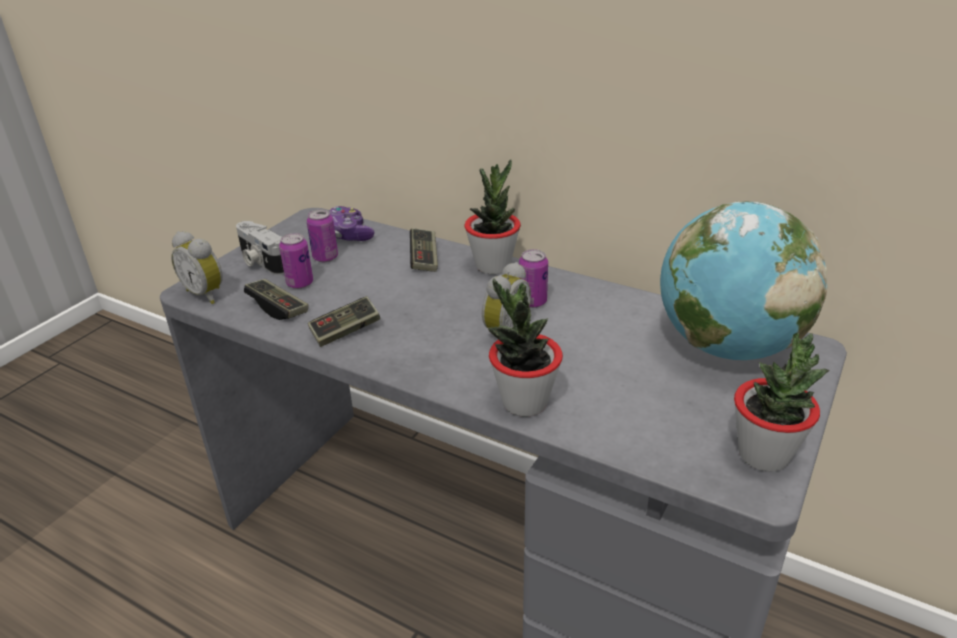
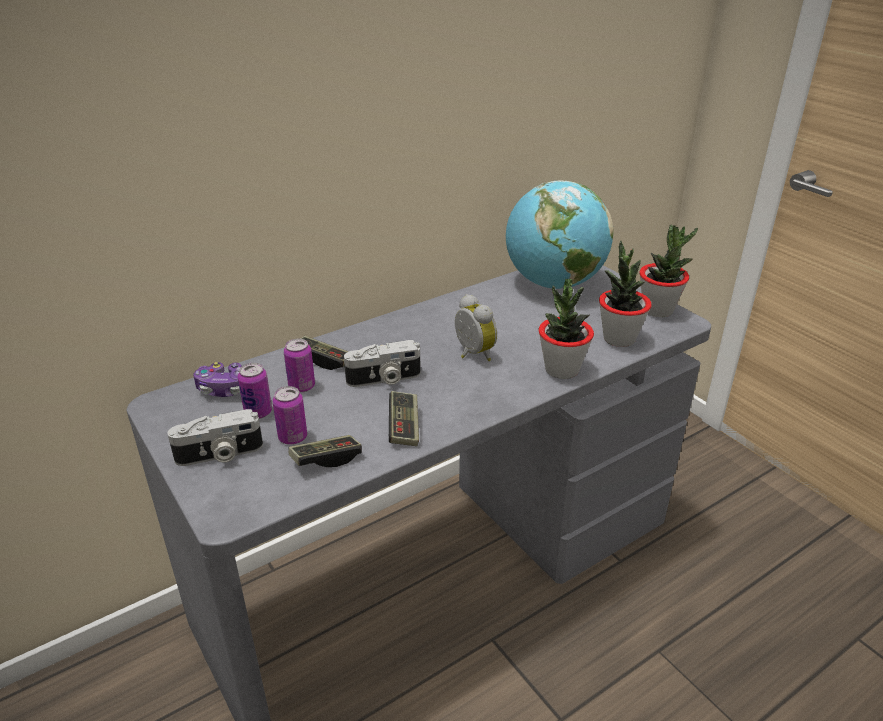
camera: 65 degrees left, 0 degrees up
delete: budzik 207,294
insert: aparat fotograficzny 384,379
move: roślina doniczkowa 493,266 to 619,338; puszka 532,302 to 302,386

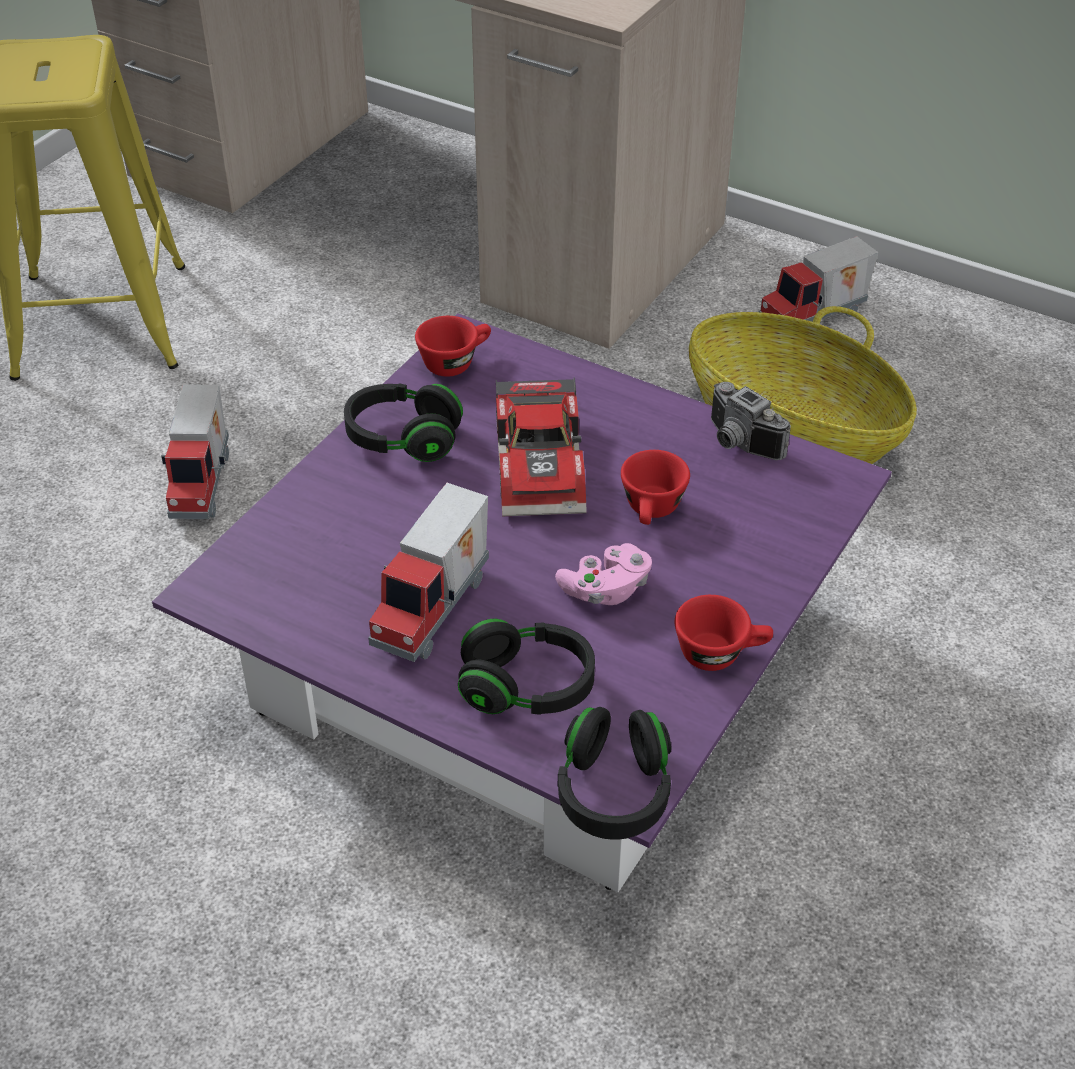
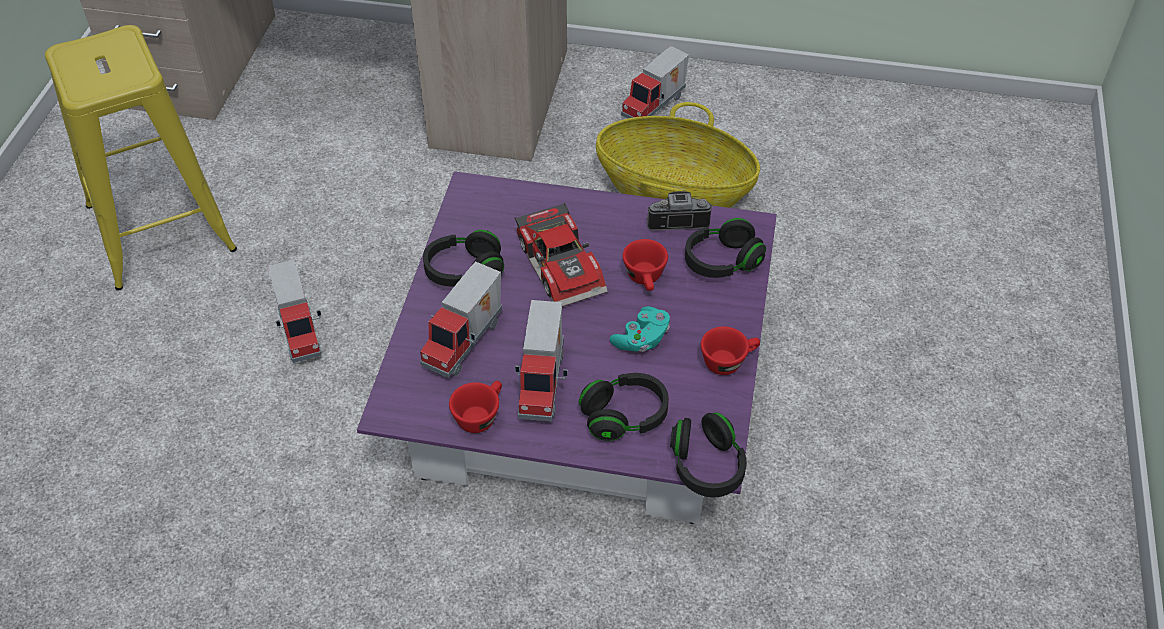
camera: 20 degrees left, 5 degrees up
insert: ciężarówka zabawkowa 466,343; słuchawki (czarny) 722,262
move: filiżanka (czerwony) 455,362 to 480,415
recolor: pad do gier (różowy) 605,589 to pad do gier (turkusowy) 641,339
rotate: aparat fotograficzny 738,444 = 677,219 150 degrees clockwise

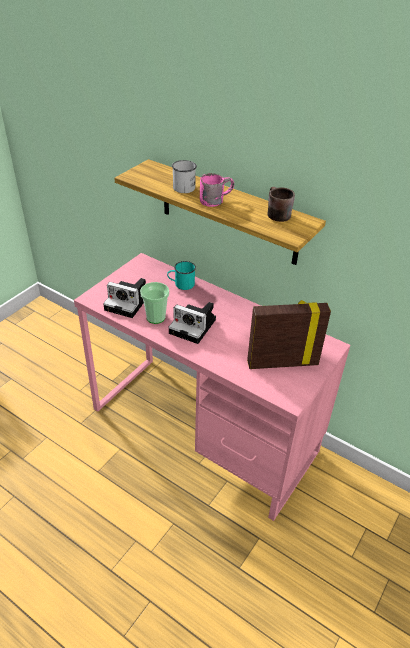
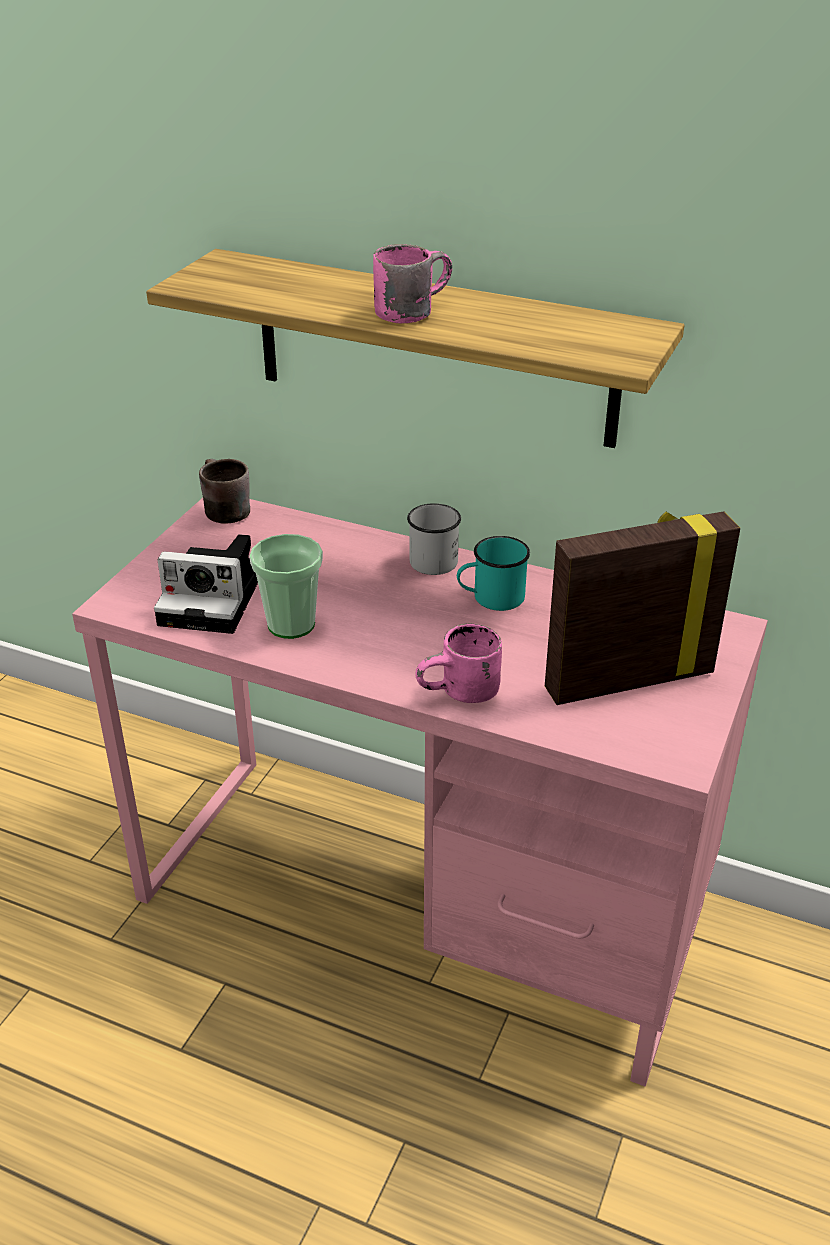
camera: 10 degrees left, 5 degrees down
delete: aparat fotograficzny 194,326
insert: kubek (różowy) 462,695
move: kubek (turkusowy) 181,284 to 491,598; kubek (biały) 184,186 to 432,557; kubek (brązowy) 275,214 to 220,510

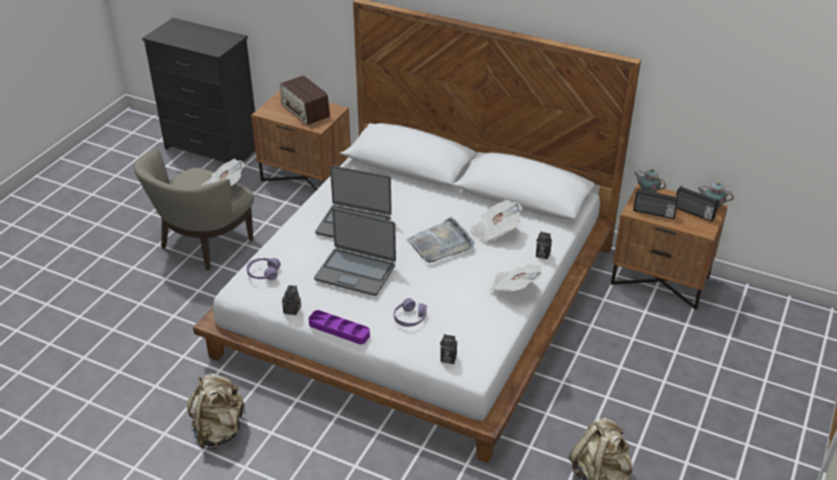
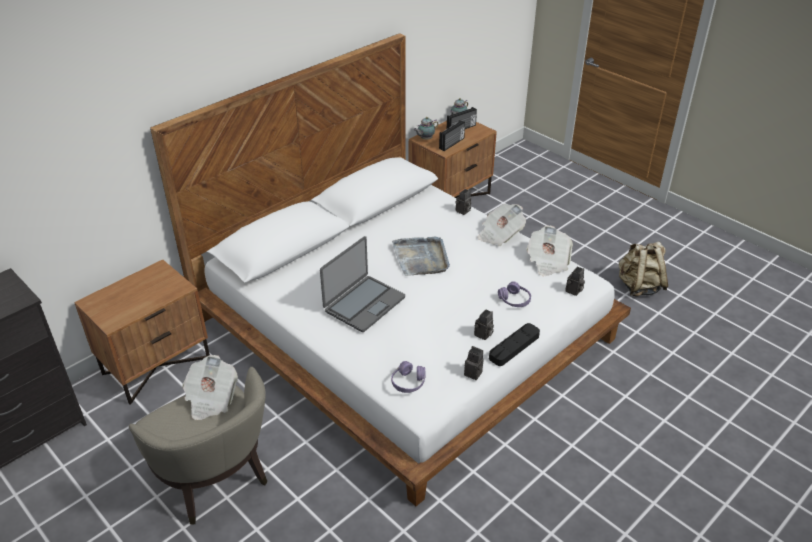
camera: 70 degrees left, 0 degrees up
delete: plecak (beżowy) 219,430; radio 305,111; laptop 355,272
insert: aparat fotograficzny 483,335
move: gazeta 495,231 to 548,262
recolor: taca (fioletowy) 339,330 to taca (czarny) 514,347

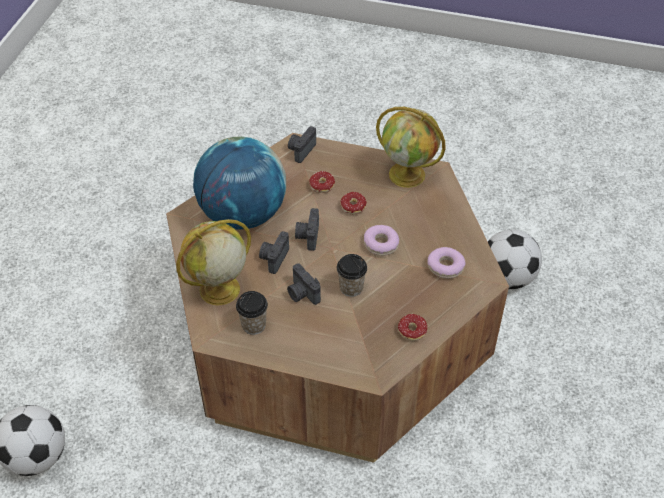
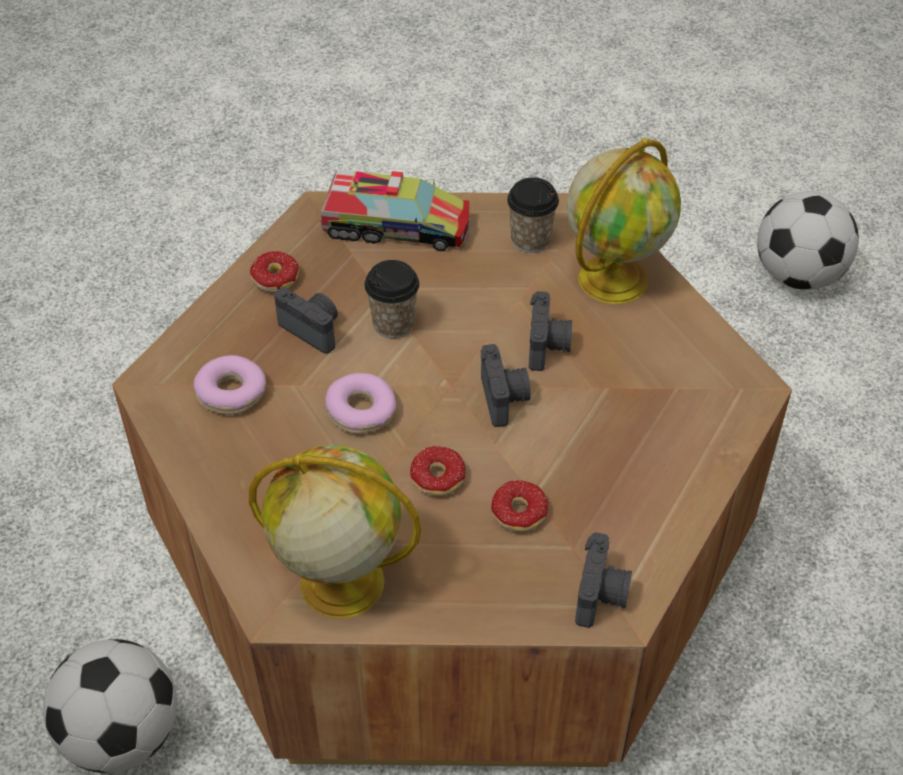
camera: 165 degrees right, 0 degrees up
delete: globus 243,215
insert: ciężarówka zabawkowa 396,227
move: aparat fotograficzny 302,294 to 313,329

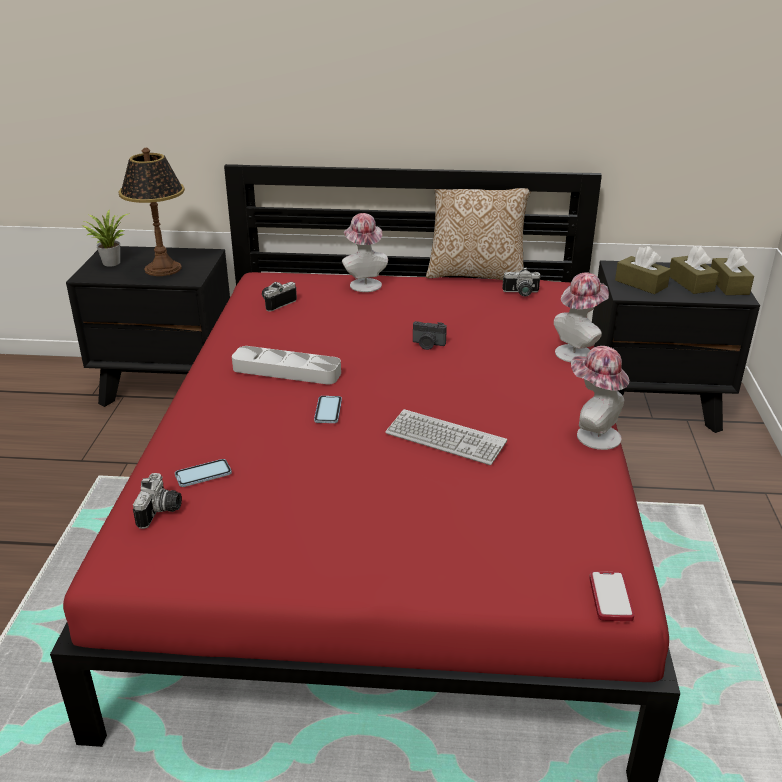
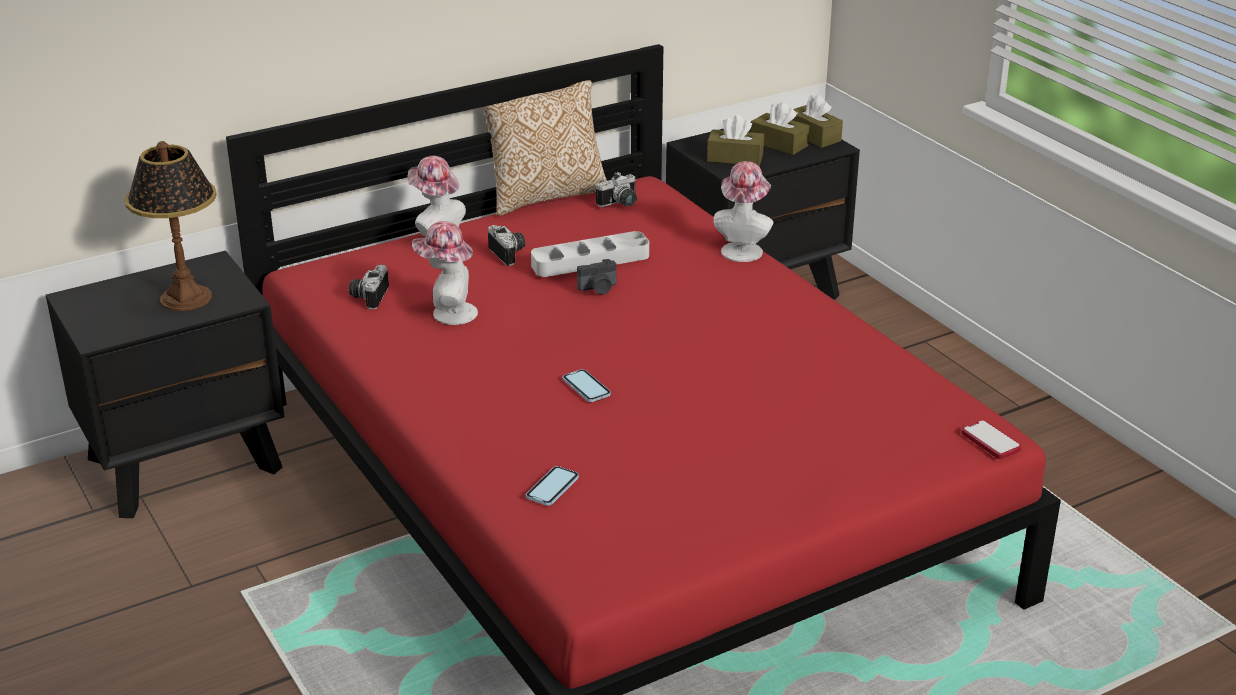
camera: 35 degrees left, 0 degrees up
delete: roślina doniczkowa 110,262; klawiatura 445,439
move: aparat fotograficzny 161,512 to 510,254; taca (szary) 286,371 to 590,260; kapelusz 592,435 to 448,313

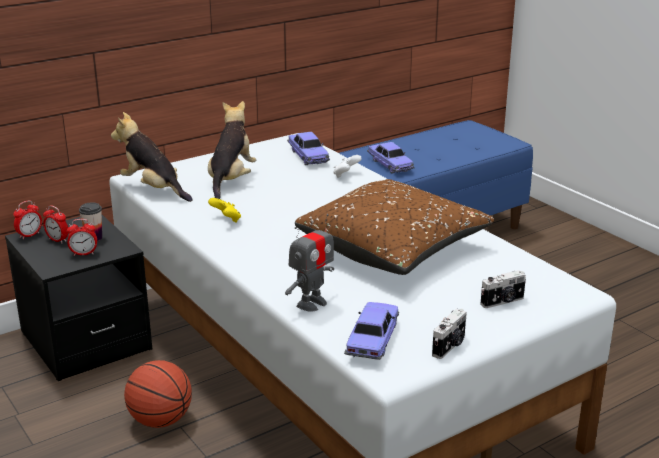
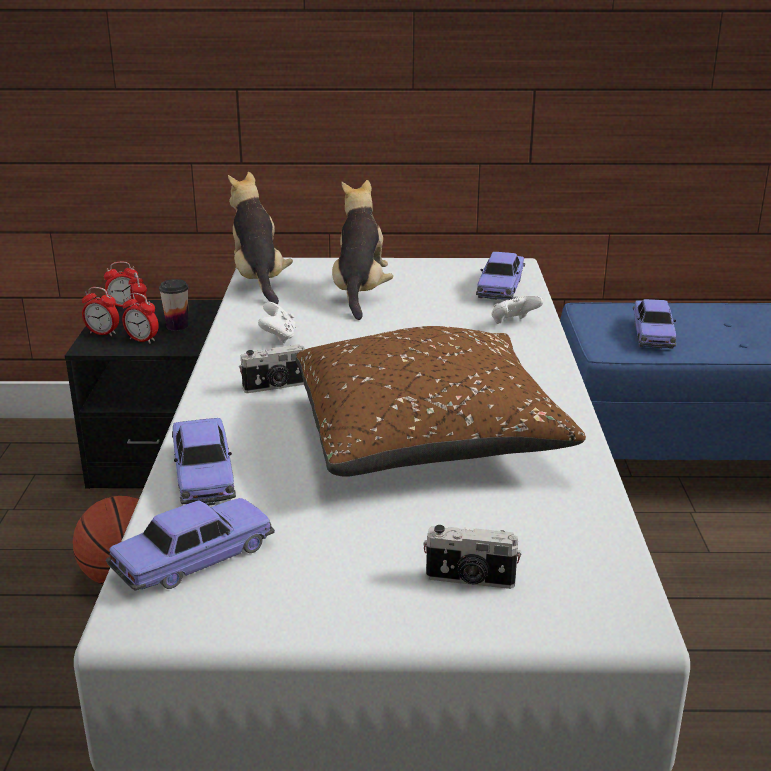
camera: 35 degrees right, 0 degrees up
insert: budzik 103,333
move: aparat fotograficzny 450,346 to 275,387
replace: robot zabawkowy 311,303 to samochodzik 204,475
recolor: pad do gier (żółty) 226,220 to pad do gier (biały) 278,337
rotate: pluszak 231,180 = 360,293 45 degrees counterclockwise

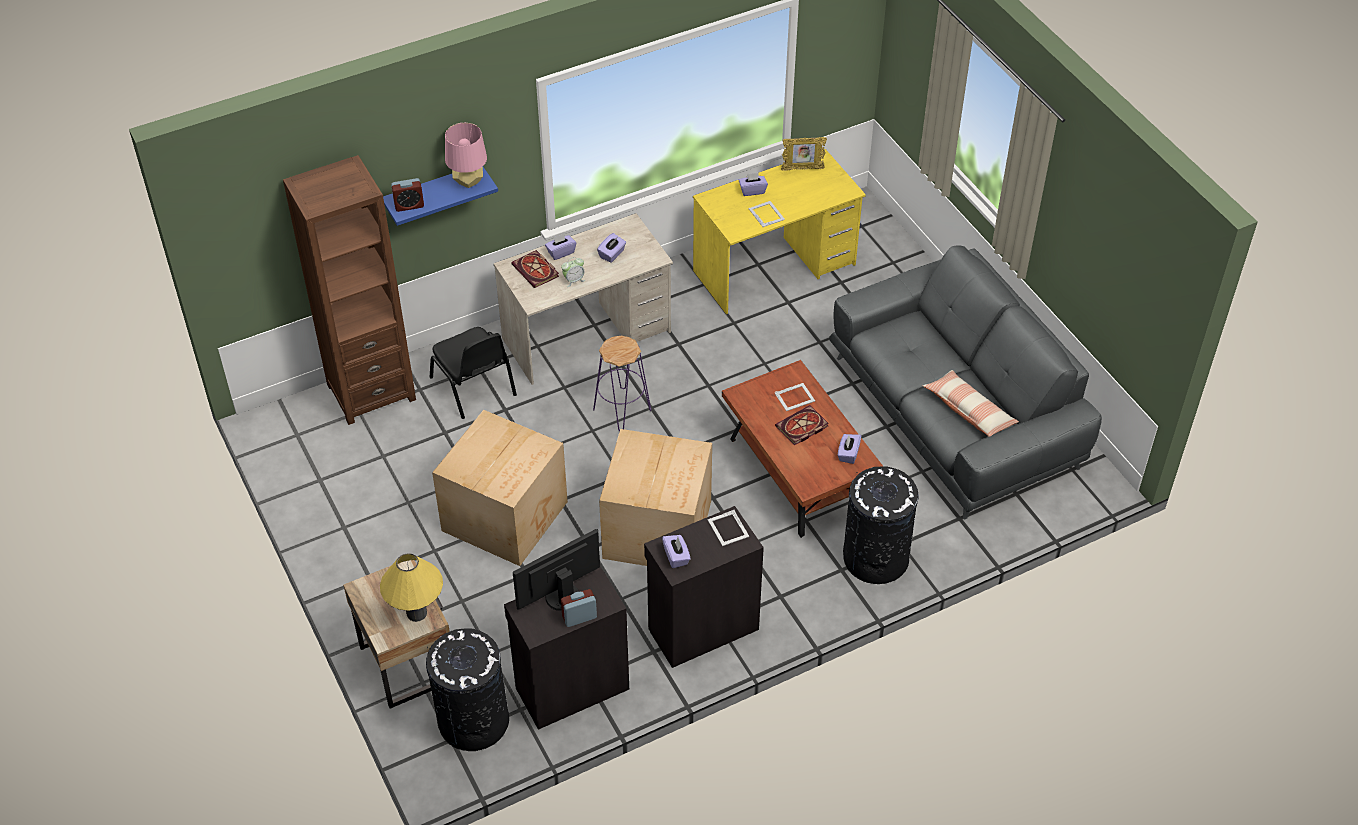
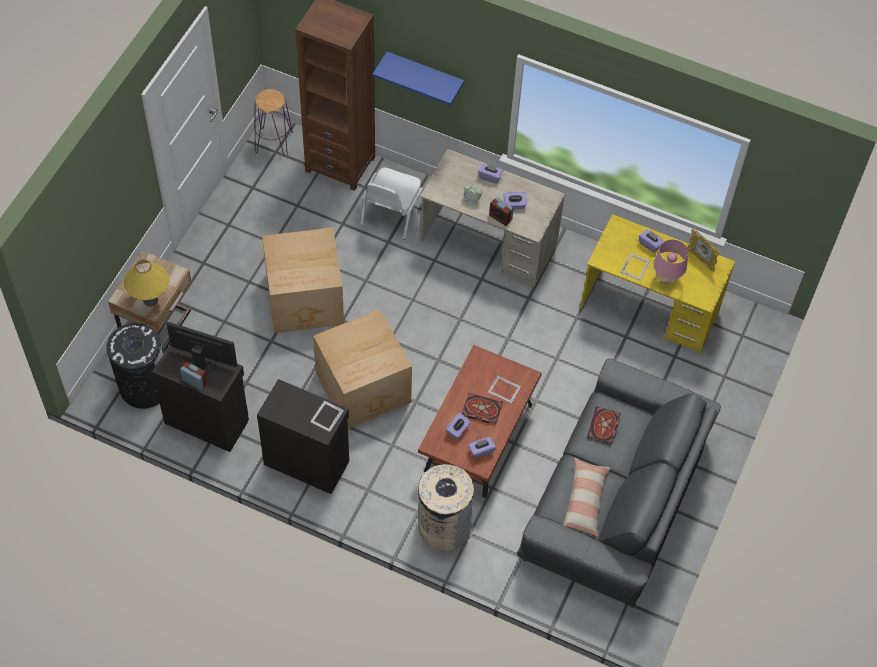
camera: 50 degrees right, 10 degrees up
move: budzik 409,205 to 500,218; lampa stołowa (różowy) 468,181 to 666,278; książka 537,271 to 604,427; stołek (fioletowy) 621,410 to 273,142; pudełko chusteczek (fioletowy) 676,557 to 458,430
recolor: krzesło (czarny) 474,387 to krzesło (biały) 391,213; kosz na śmieci (czarny) 875,558 to kosz na śmieci (beżowy) 444,526

